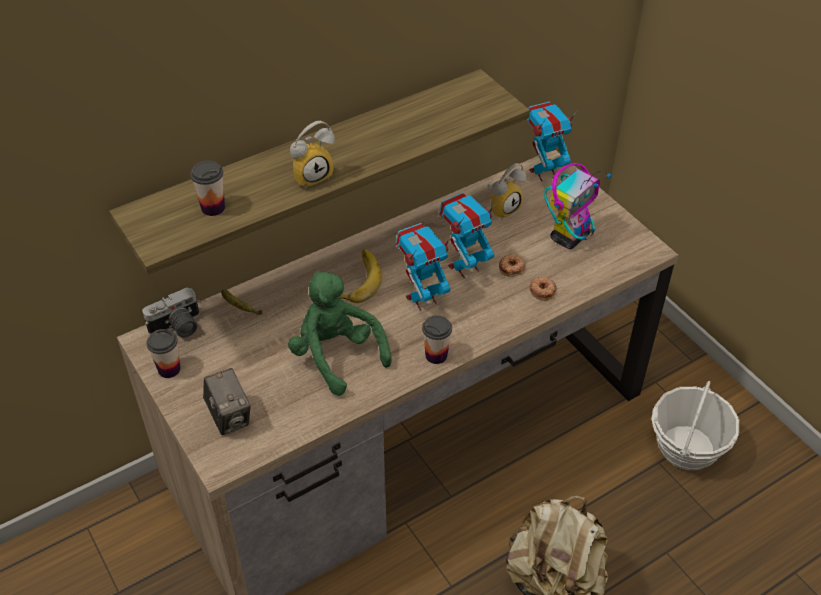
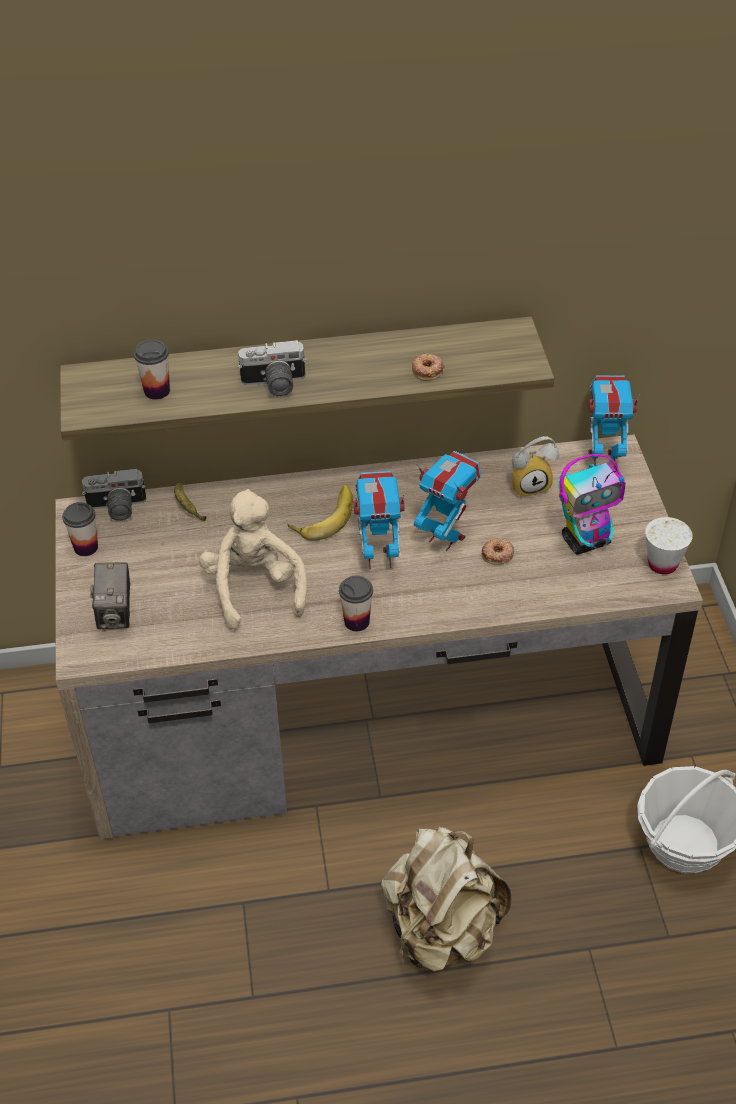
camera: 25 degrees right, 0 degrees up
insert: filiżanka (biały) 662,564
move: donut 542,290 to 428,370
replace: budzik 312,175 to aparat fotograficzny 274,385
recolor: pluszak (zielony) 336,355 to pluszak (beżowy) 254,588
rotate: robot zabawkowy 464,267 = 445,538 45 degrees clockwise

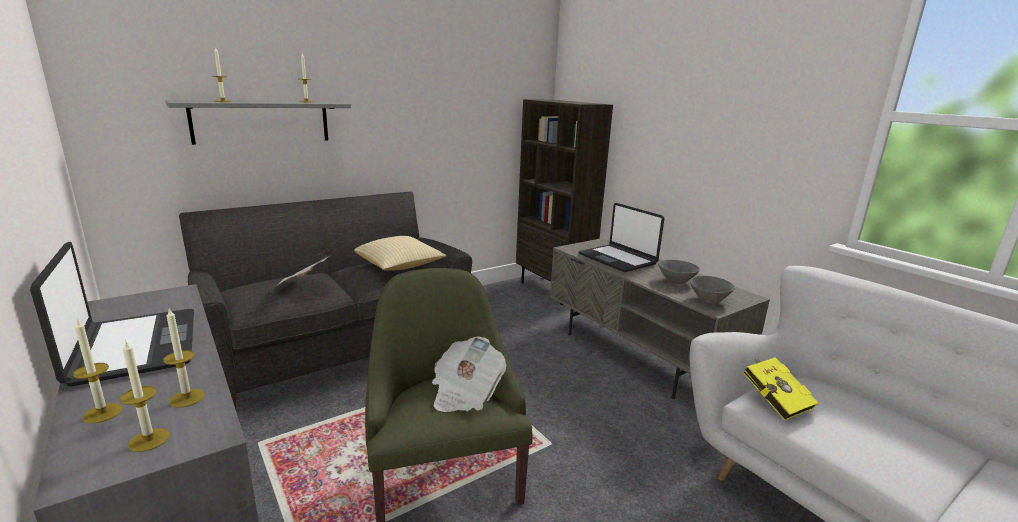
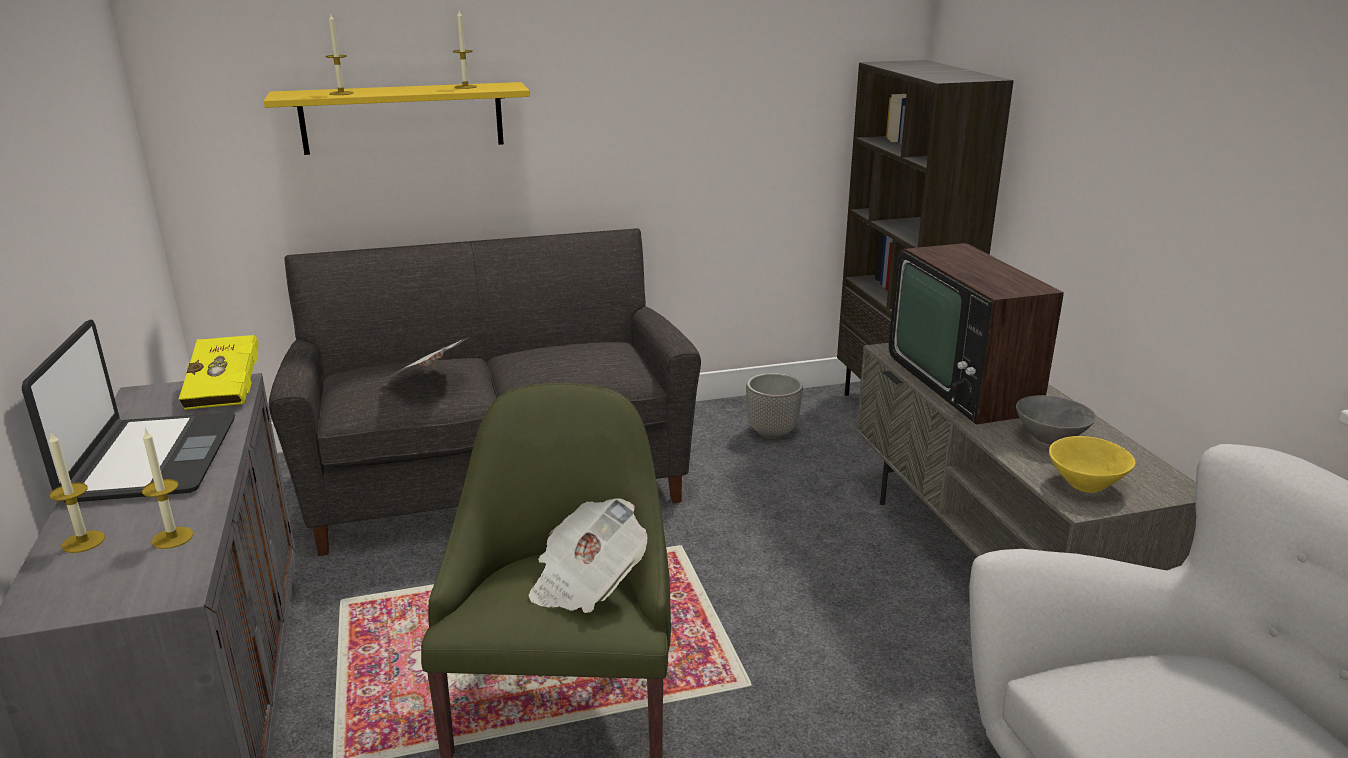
camera: 20 degrees right, 5 degrees up
delete: świeca 149,440; poduszka 399,266
insert: donica 772,433
move: książka (żółty) 774,400 to 227,391
replace: laptop 618,259 to telewizor 969,381
recolor: półka (szary) 262,121 to półka (żółty) 402,118; miska (szary) 709,300 to miska (żółty) 1084,484

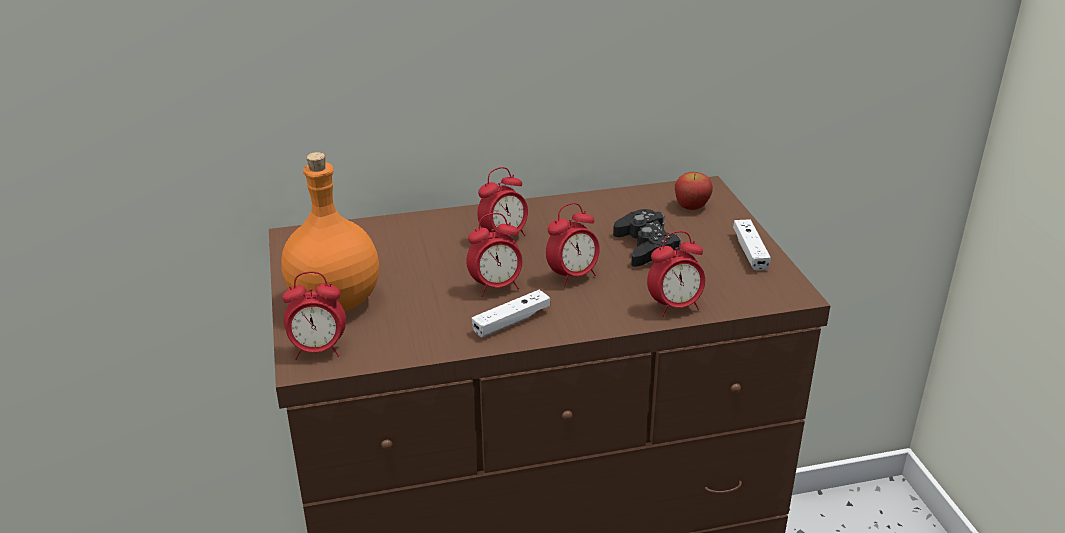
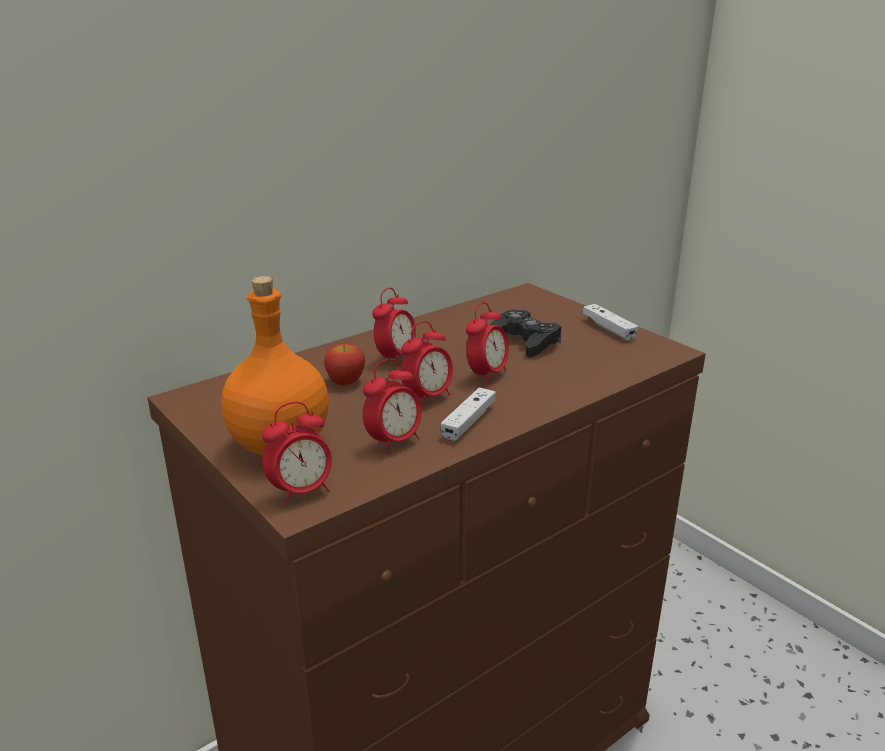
camera: 25 degrees left, 5 degrees down
move: budzik 675,307 to 394,442; jabłko 691,206 to 345,381

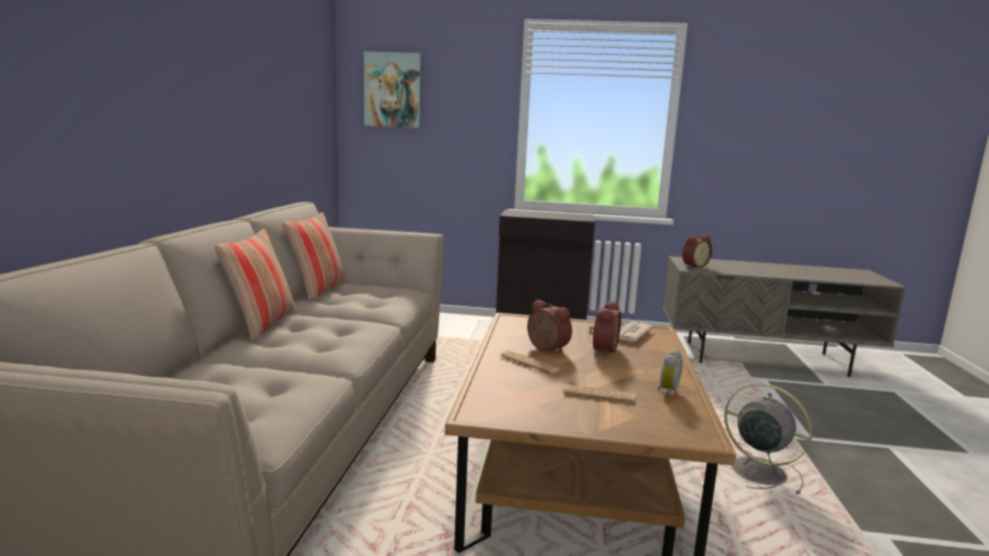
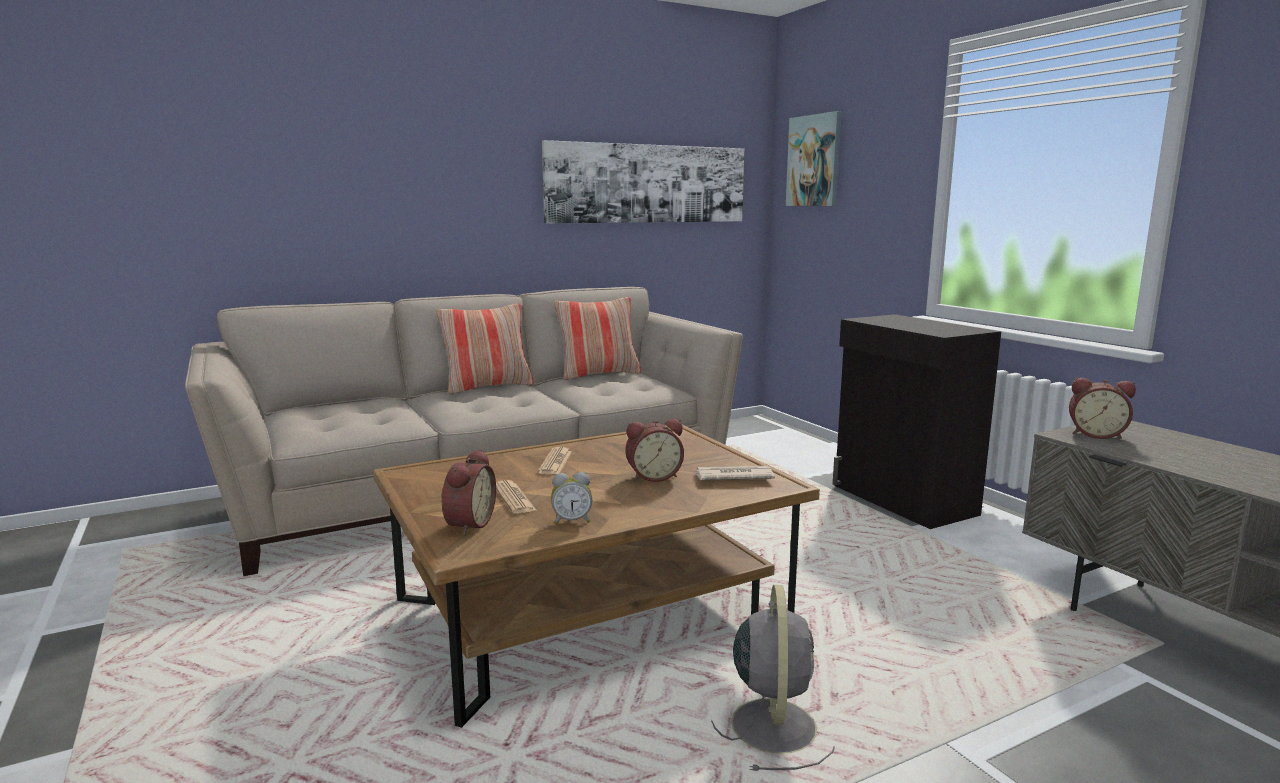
camera: 55 degrees right, 0 degrees up
insert: obraz 647,184
move: budzik 546,349 to 467,524

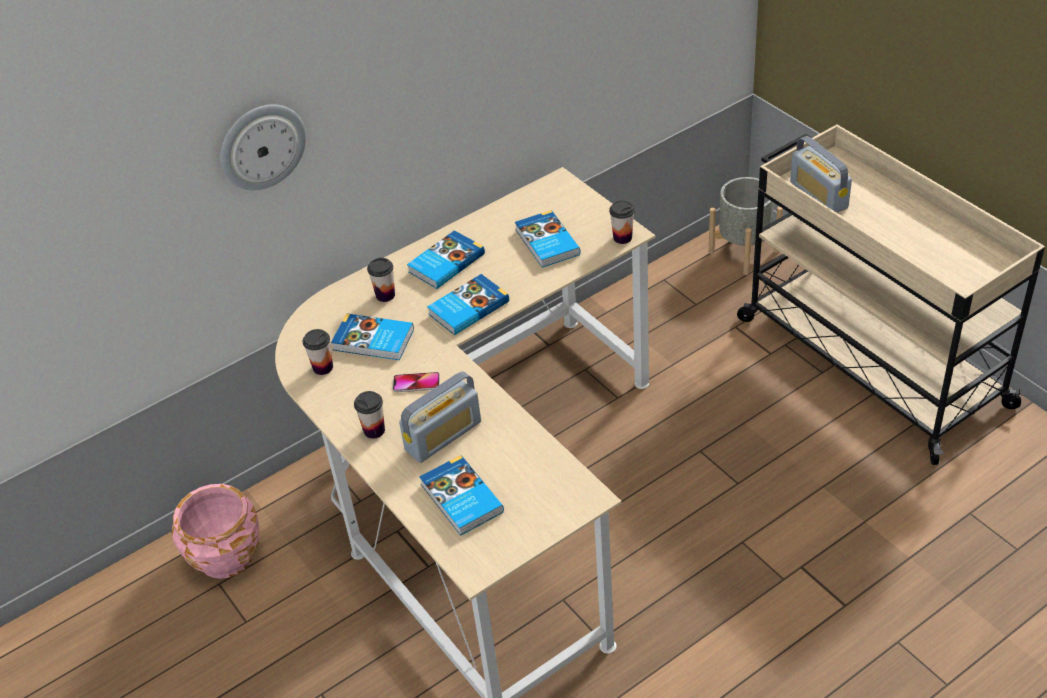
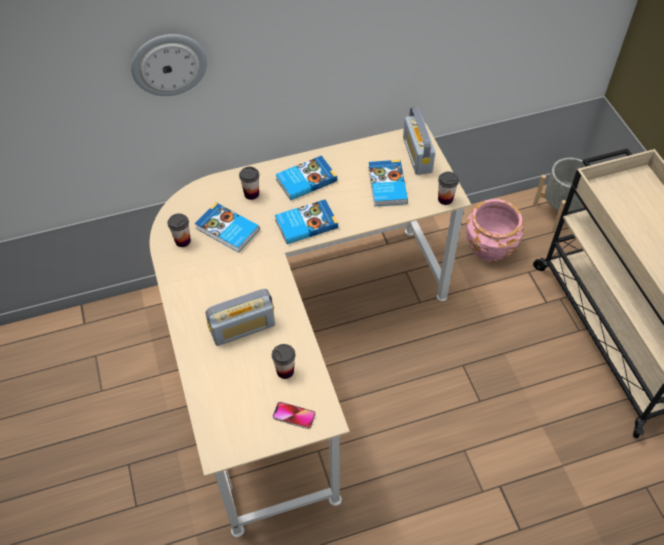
camera: 15 degrees right, 10 degrees up
delete: książka 460,499
move: donica (różowy) 225,556 to 489,247; filiżanka 374,430 to 285,371; telefon 416,383 to 294,415; radio 818,195 to 417,155

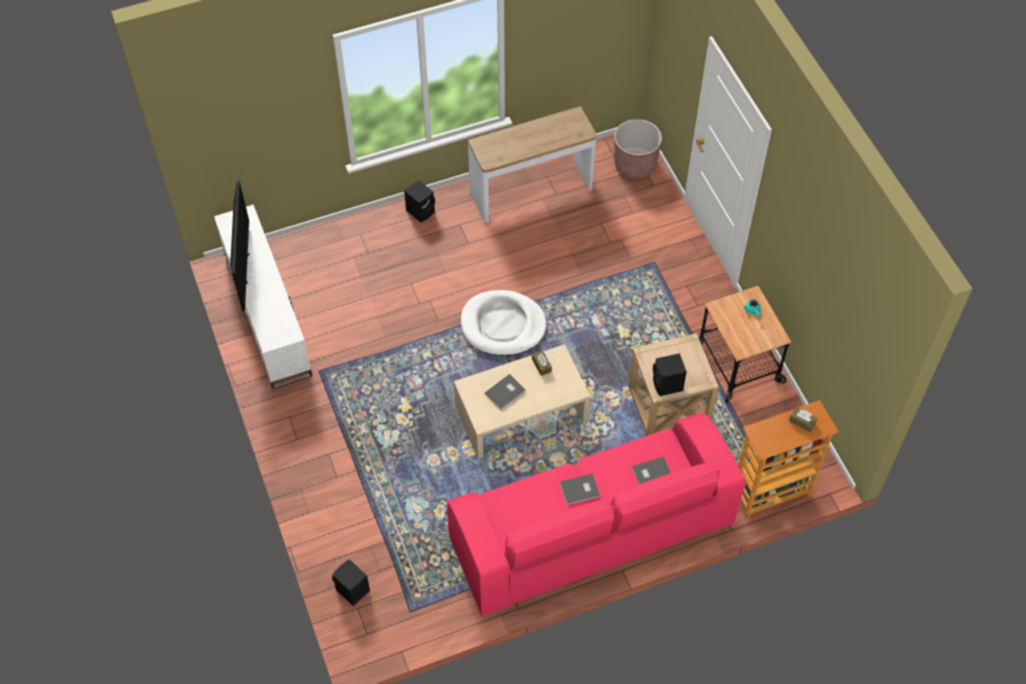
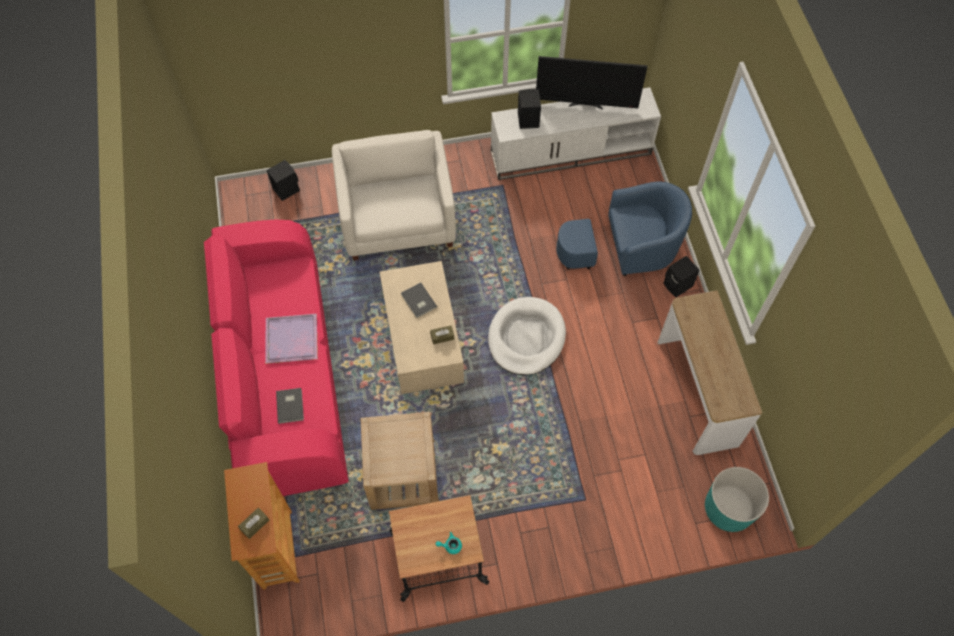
camera: 100 degrees right, 5 degrees up
insert: fotel (biały) 397,219; fotel (niebieski) 625,250
move: głośnik (czarny) 667,385 to 527,119
replace: książka (szary) 580,490 to taca (fioletowy) 290,340
recolor: donica (brązowy) 635,164 to donica (turkusowy) 728,509

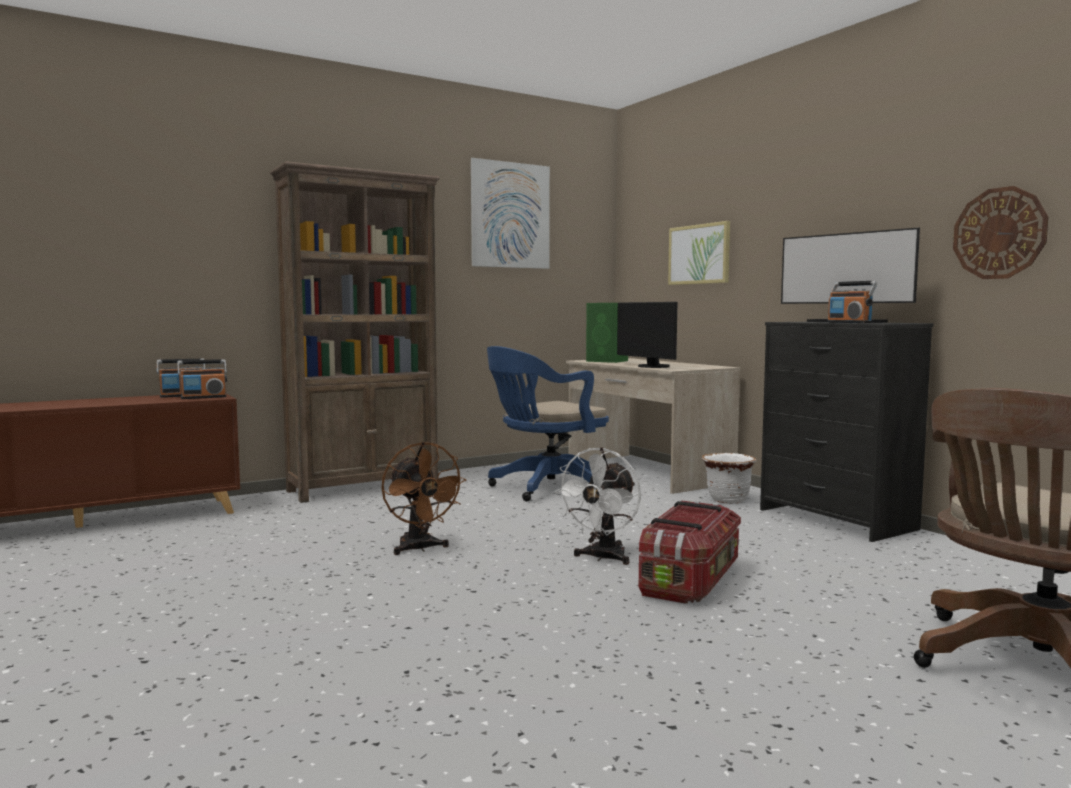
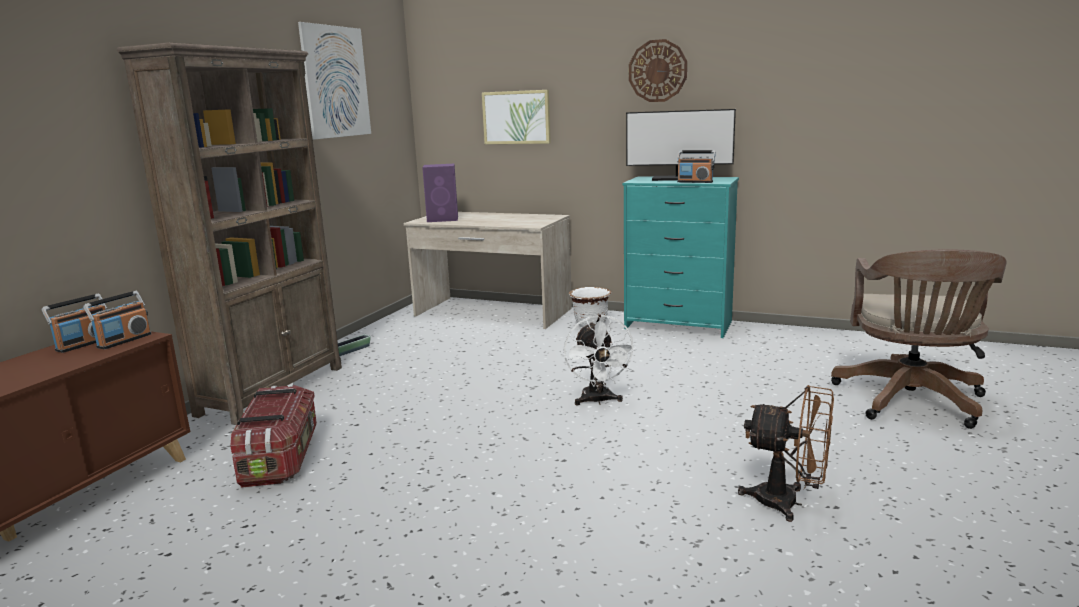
camera: 35 degrees left, 10 degrees up
delete: krzesło biurowe (niebieski) 545,488; monitor 651,366
insert: donica 352,350
move: wentylator (brązowy) 420,549 to 788,503; pojemnik do przechowywania 691,580 to 281,457; zegar ścienny 999,233 to 657,71
recolor: głośnik (zielony) 608,361 to głośnik (fioletowy) 443,219; komoda (czarny) 835,519 to komoda (turkusowy) 678,325

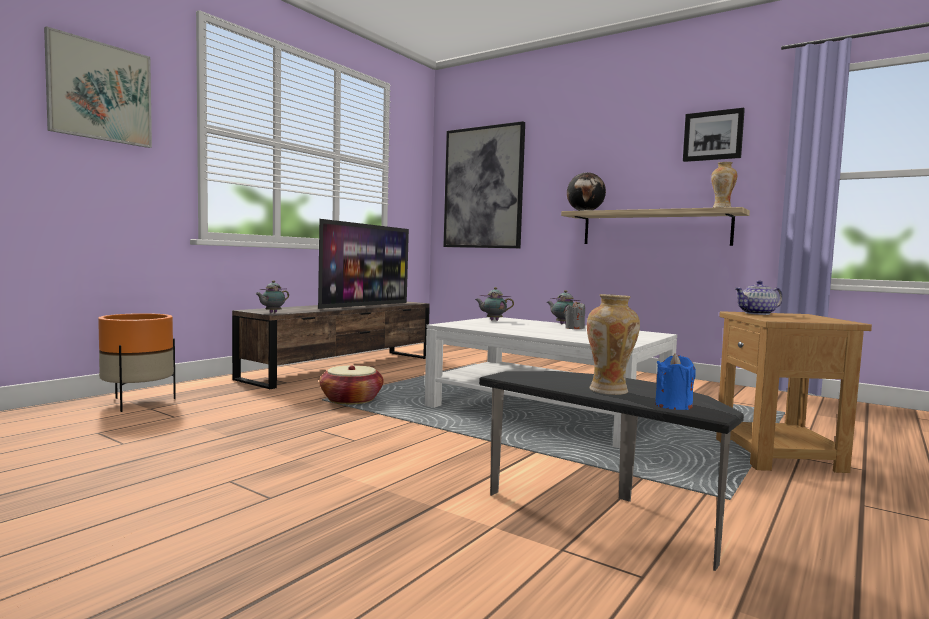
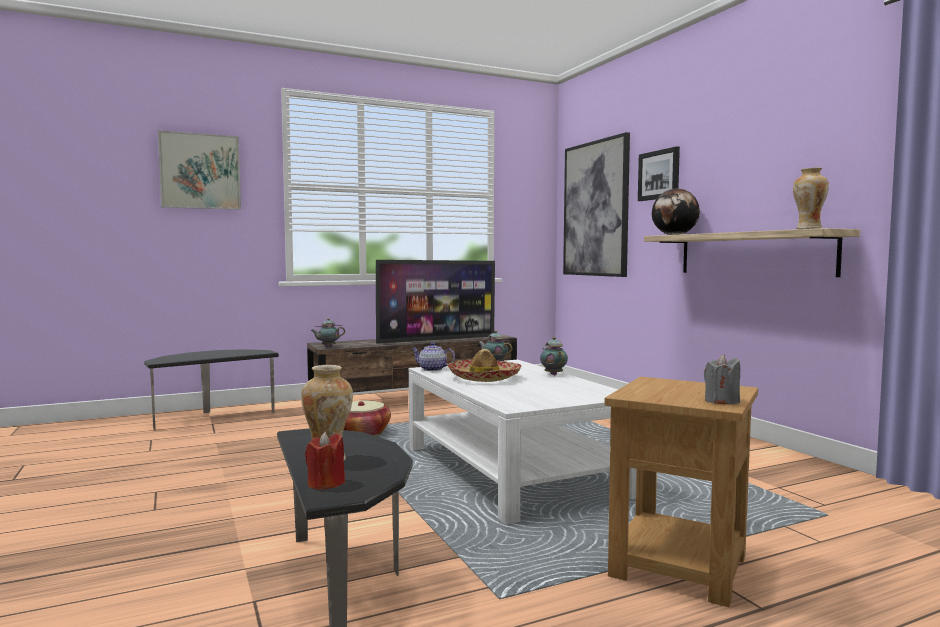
camera: 30 degrees right, 0 degrees up
insert: kapelusz 484,378
move: świeca (szary) 574,328 to 721,401; obraz 713,135 to 659,175; imbryk 758,313 to 433,369
replace: donica (pomarańczowy) 137,402 to stolik 213,417
recolor: świeca (niebieski) 673,405 to świeca (czerwony) 326,483

